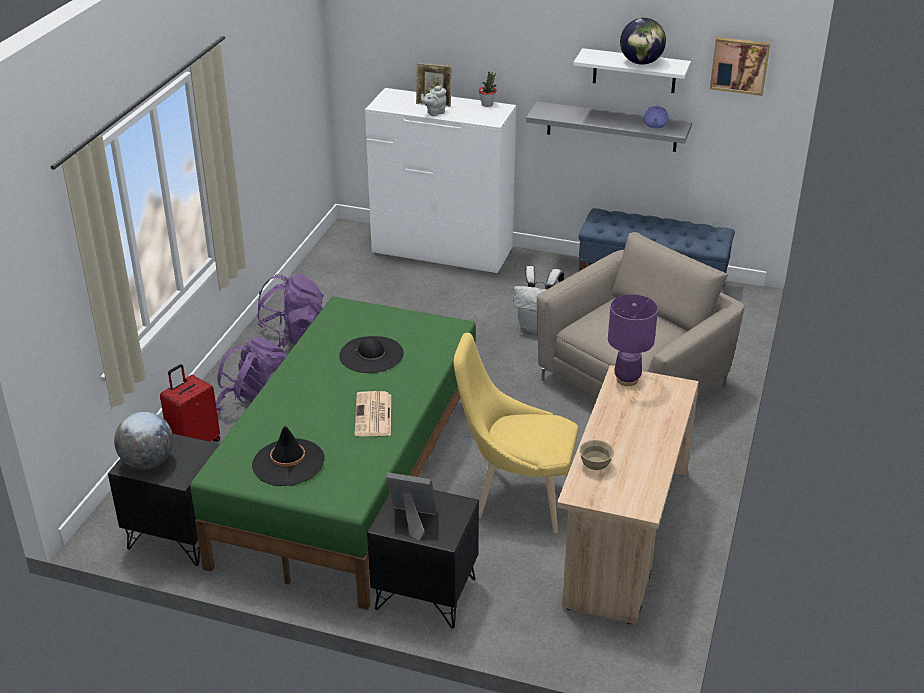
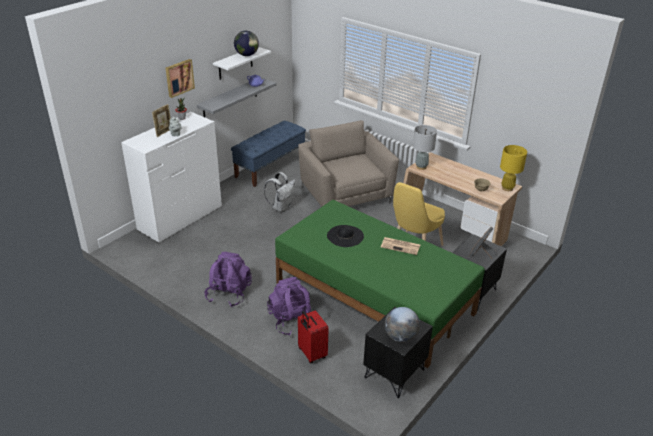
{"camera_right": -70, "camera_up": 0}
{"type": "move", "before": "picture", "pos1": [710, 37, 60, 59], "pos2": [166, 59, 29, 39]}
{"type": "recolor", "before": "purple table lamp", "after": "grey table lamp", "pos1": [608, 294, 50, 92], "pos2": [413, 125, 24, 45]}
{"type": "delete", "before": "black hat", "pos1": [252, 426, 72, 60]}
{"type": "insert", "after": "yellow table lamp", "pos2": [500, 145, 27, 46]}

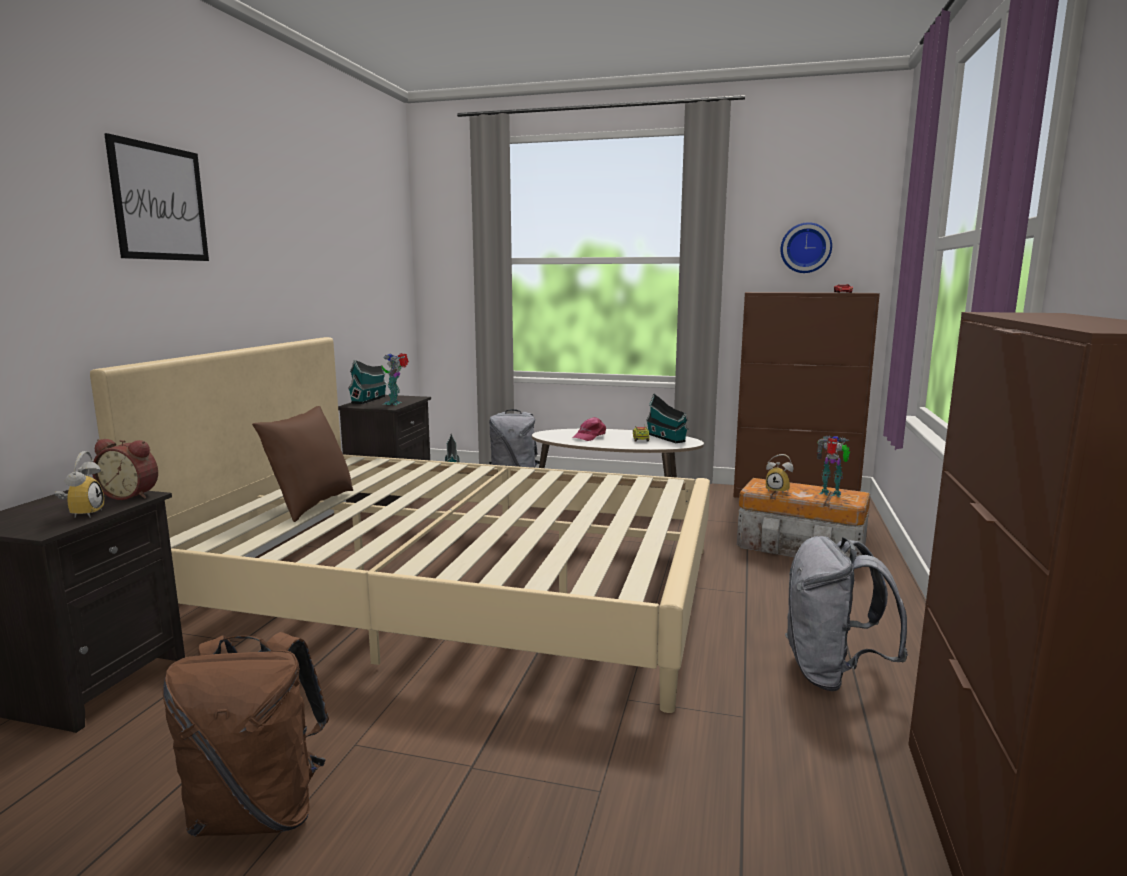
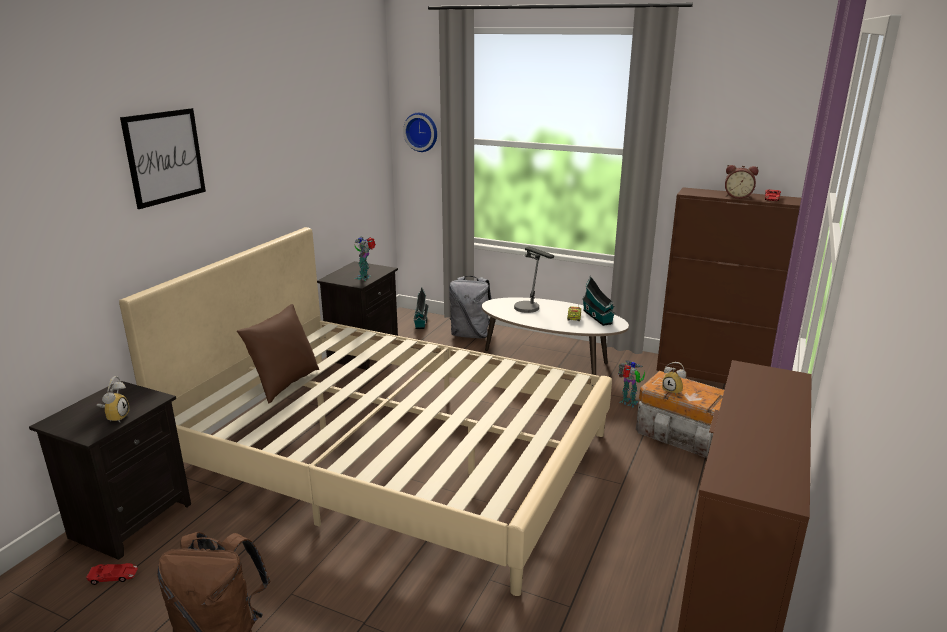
{"camera_right": 10, "camera_up": 10}
{"type": "move", "before": "wall clock", "pos1": [780, 222, 52, 51], "pos2": [403, 113, 34, 39]}
{"type": "delete", "before": "toy house", "pos1": [348, 359, 39, 45]}
{"type": "replace", "before": "pink cap", "after": "table lamp", "pos1": [572, 417, 34, 24], "pos2": [514, 247, 40, 66]}
{"type": "move", "before": "toy robot", "pos1": [817, 436, 33, 61], "pos2": [618, 360, 27, 48]}
{"type": "move", "before": "alarm clock", "pos1": [92, 439, 66, 61], "pos2": [725, 165, 33, 34]}
{"type": "delete", "before": "grey backpack", "pos1": [785, 536, 123, 155]}
{"type": "insert", "after": "red toy car", "pos2": [86, 563, 52, 22]}

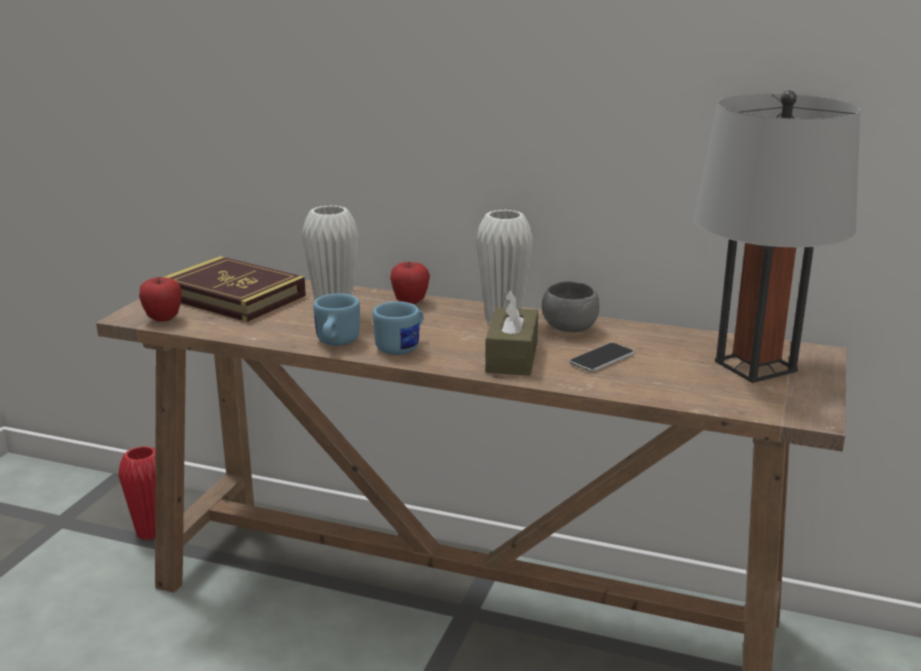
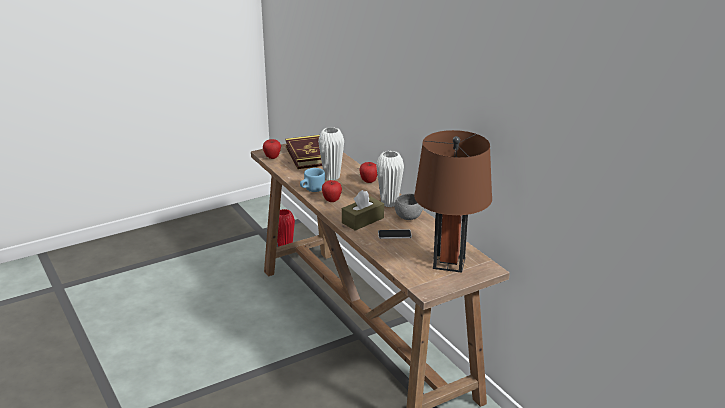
{"camera_right": 40, "camera_up": 5}
{"type": "recolor", "before": "grey table lamp", "after": "brown table lamp", "pos1": [693, 90, 167, 293], "pos2": [414, 130, 78, 143]}
{"type": "replace", "before": "blue mug", "after": "apple", "pos1": [373, 301, 51, 54], "pos2": [322, 180, 20, 22]}

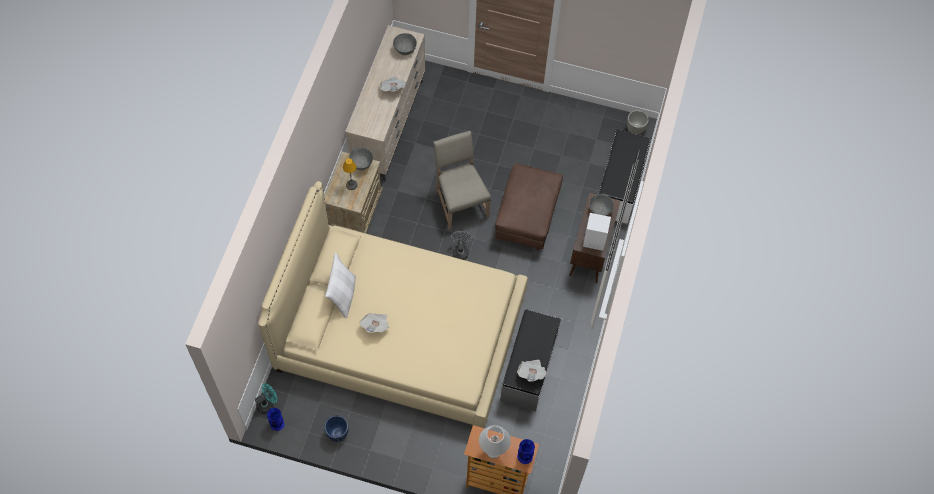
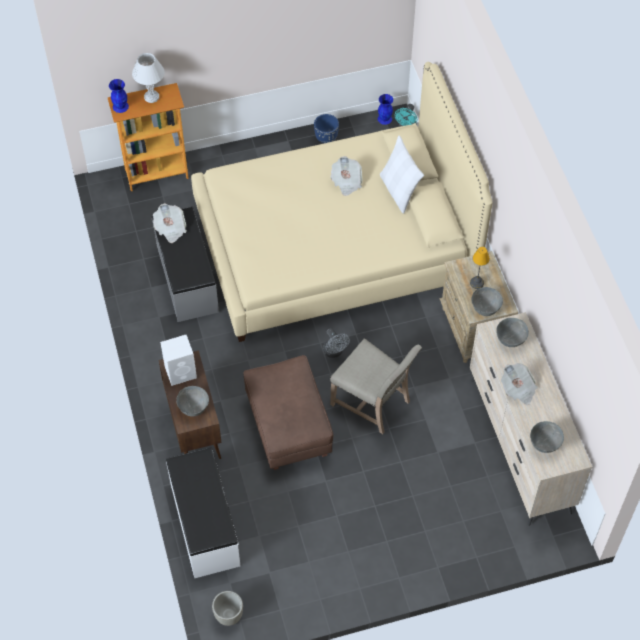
{"camera_right": 150, "camera_up": -5}
{"type": "insert", "after": "grey bowl", "pos2": [496, 318, 33, 29]}

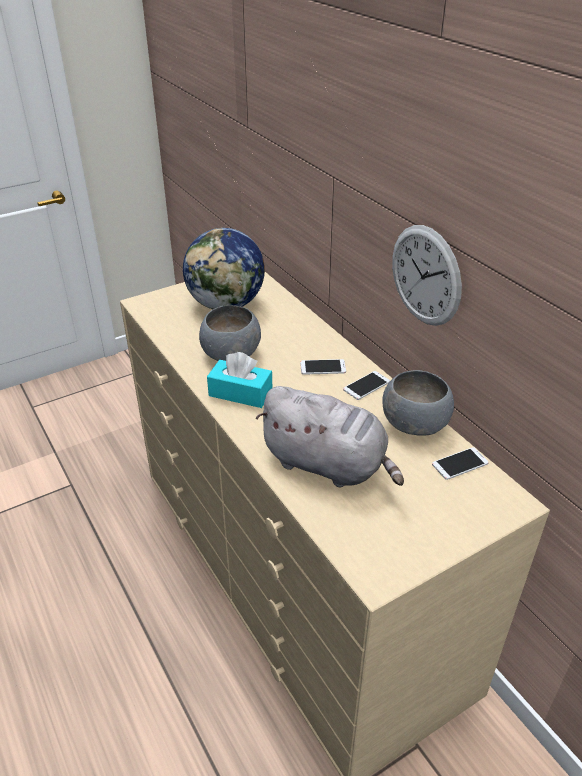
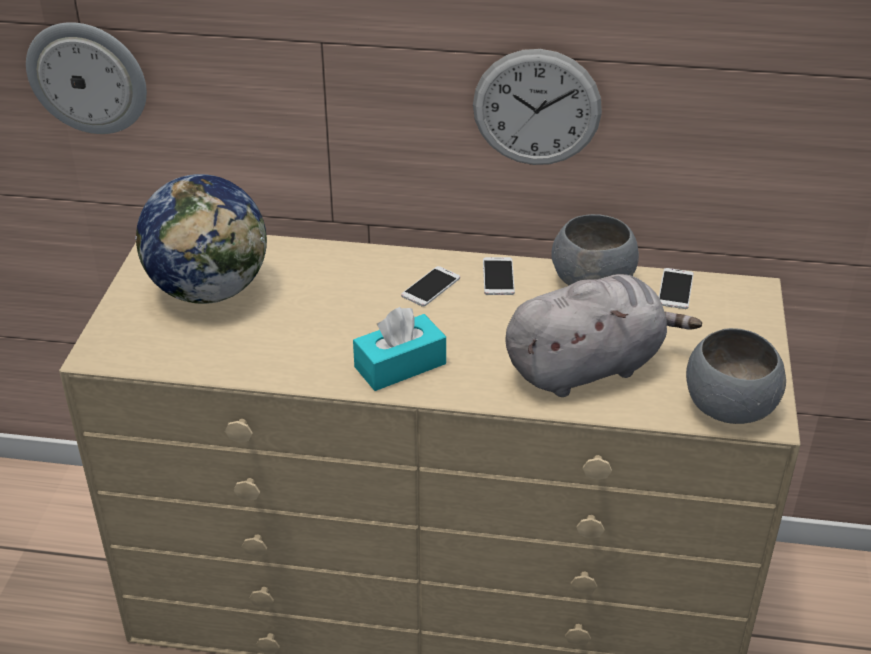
{"camera_right": -50, "camera_up": 0}
{"type": "move", "before": "grey bowl", "pos1": [199, 305, 62, 56], "pos2": [686, 328, 100, 96]}
{"type": "insert", "after": "wall clock", "pos2": [26, 22, 121, 112]}

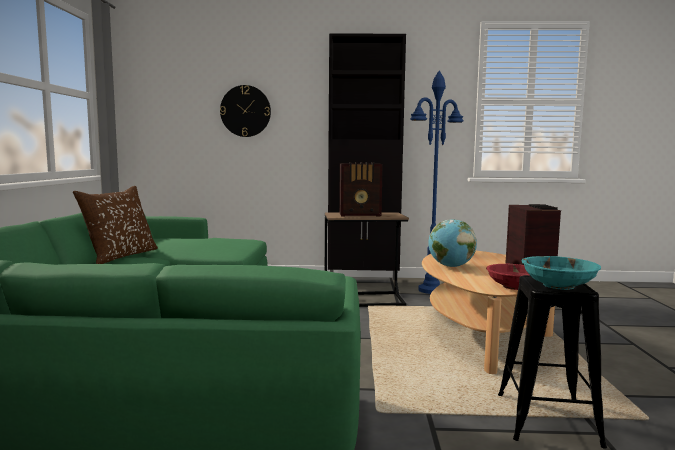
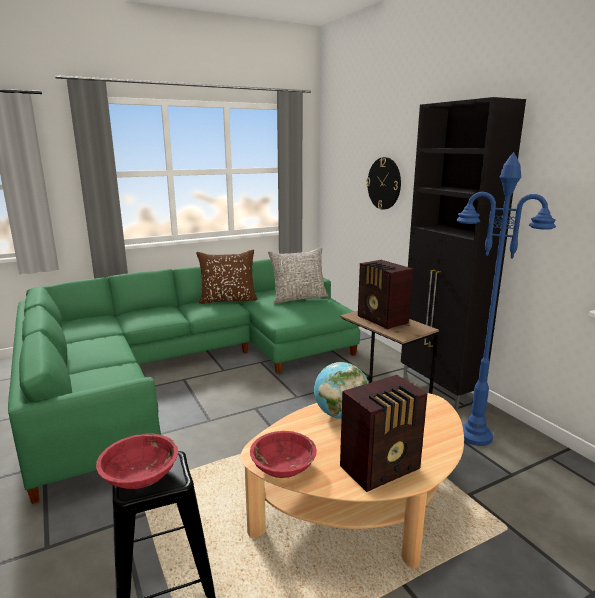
{"camera_right": 60, "camera_up": 10}
{"type": "recolor", "before": "turquoise bowl", "after": "red bowl", "pos1": [522, 256, 79, 34], "pos2": [96, 434, 82, 55]}
{"type": "insert", "after": "grey pillow", "pos2": [268, 247, 60, 56]}

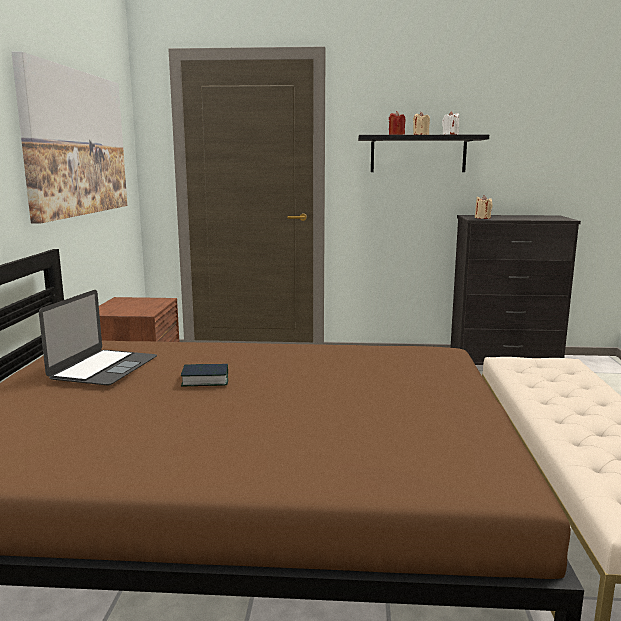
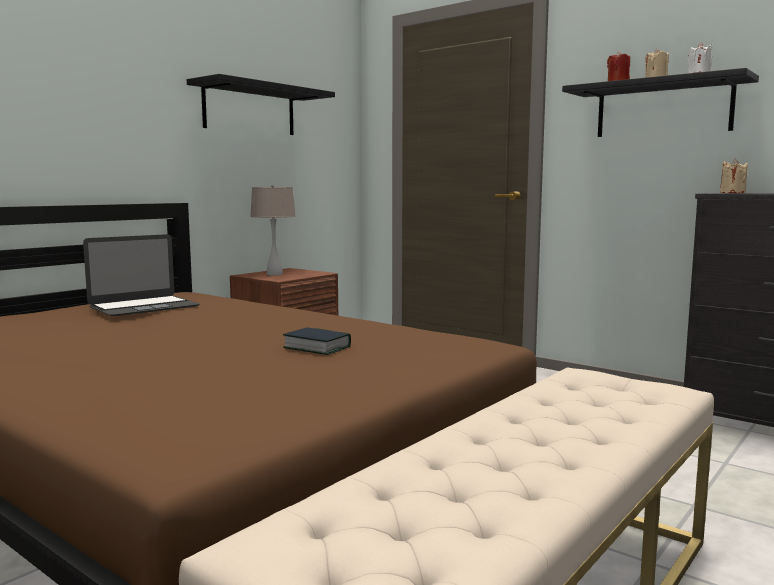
{"camera_right": 35, "camera_up": -5}
{"type": "replace", "before": "picture", "after": "black shelf", "pos1": [12, 51, 115, 173], "pos2": [187, 74, 148, 61]}
{"type": "move", "before": "book", "pos1": [181, 364, 47, 22], "pos2": [283, 327, 68, 28]}
{"type": "insert", "after": "beige table lamp", "pos2": [250, 185, 46, 90]}

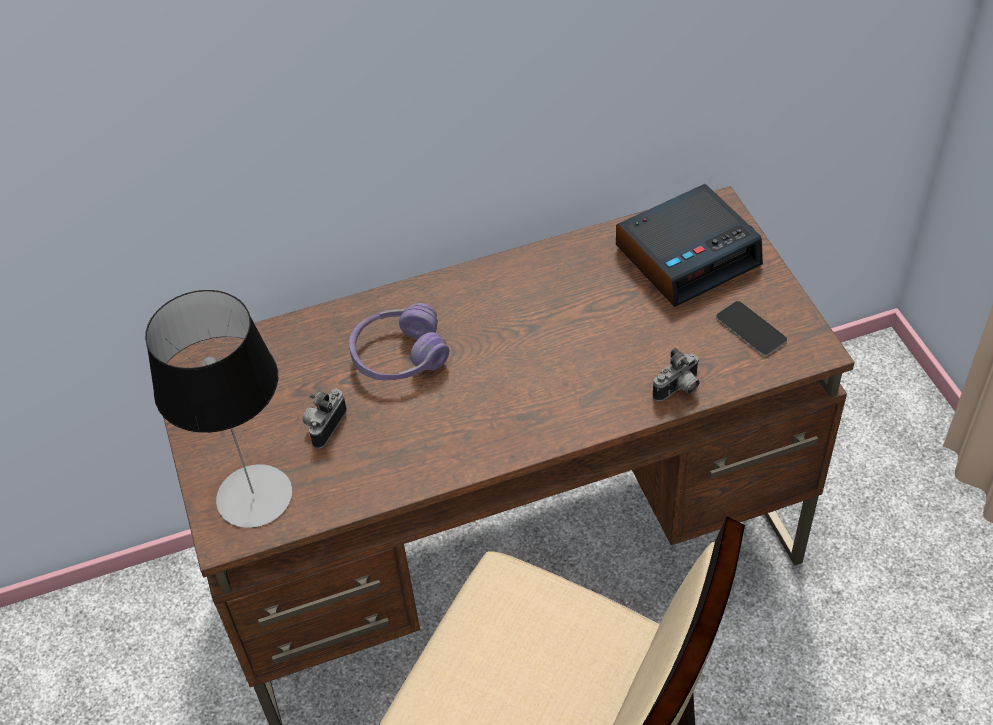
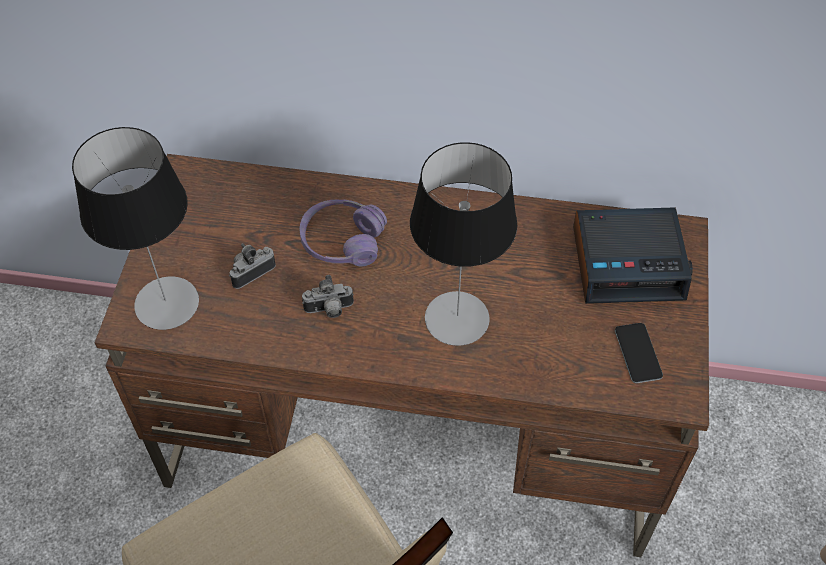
{"camera_right": 25, "camera_up": 5}
{"type": "move", "before": "photo camera", "pos1": [652, 348, 48, 53], "pos2": [302, 275, 52, 43]}
{"type": "insert", "after": "table lamp", "pos2": [410, 142, 107, 204]}

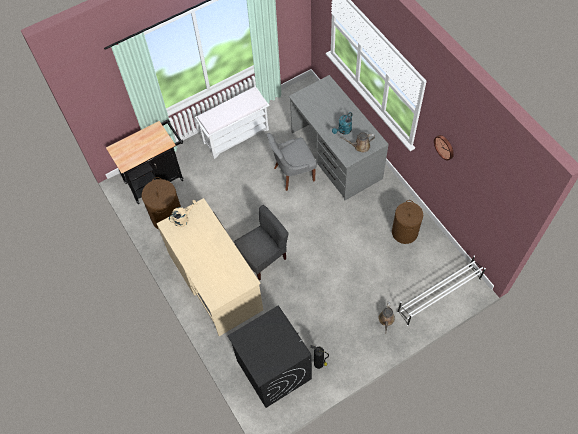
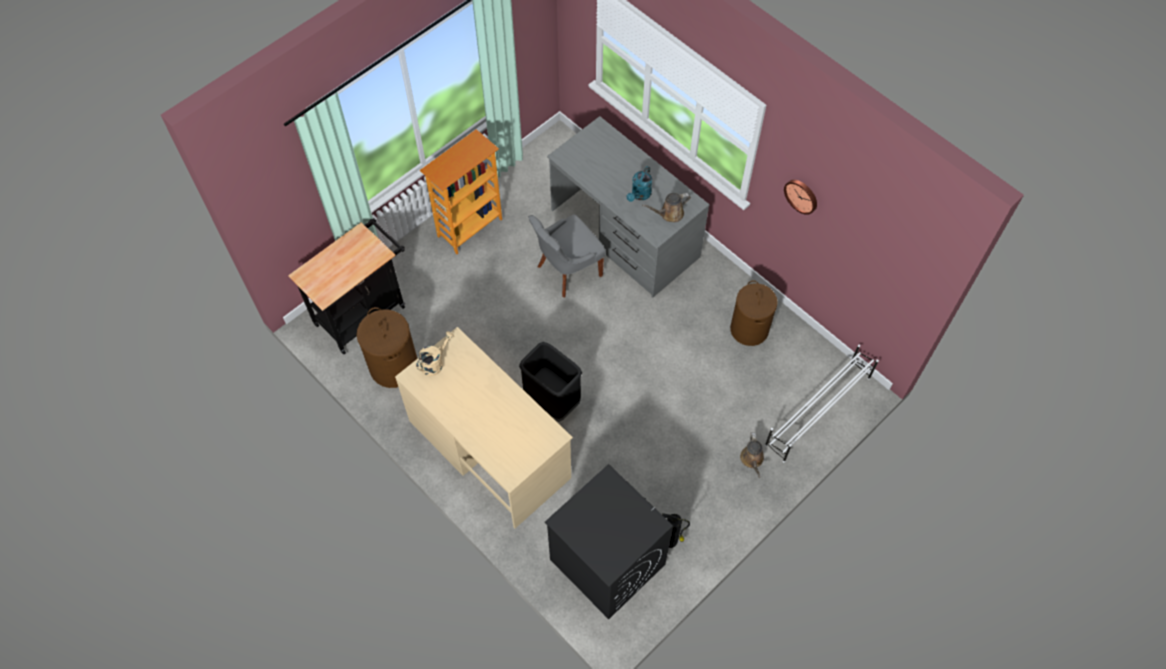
{"camera_right": -15, "camera_up": 0}
{"type": "replace", "before": "white bench", "after": "bookcase", "pos1": [195, 86, 75, 73], "pos2": [420, 129, 82, 125]}
{"type": "replace", "before": "grey chair", "after": "black trash can", "pos1": [234, 205, 55, 75], "pos2": [519, 342, 63, 80]}

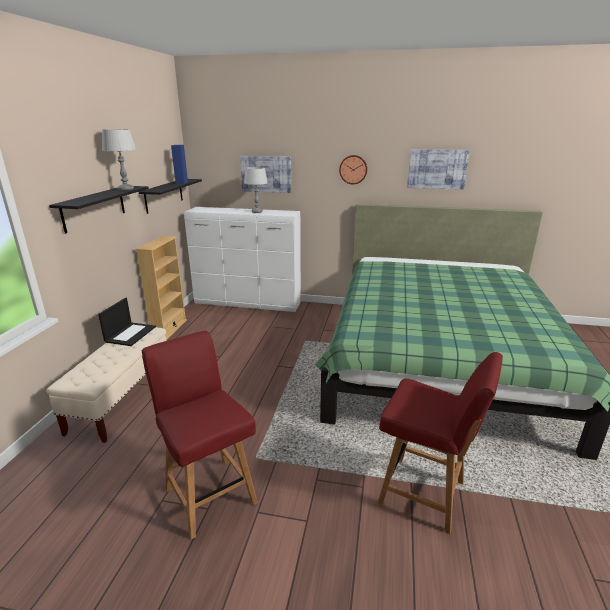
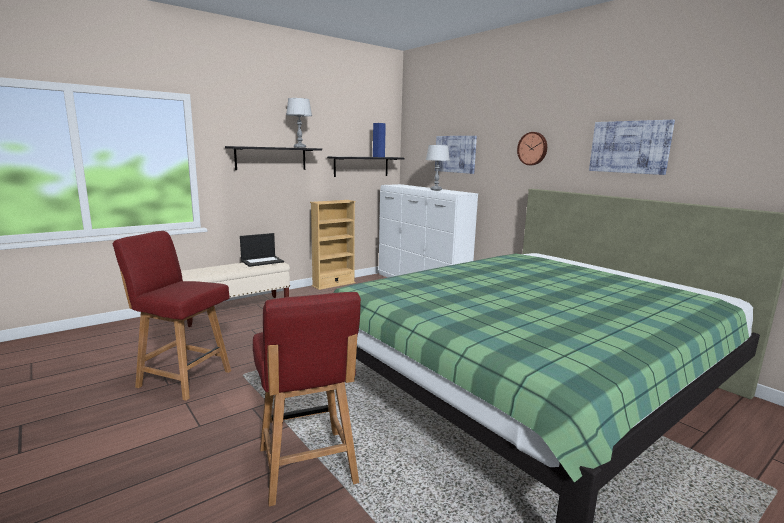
{"camera_right": 40, "camera_up": -10}
{"type": "rotate", "before": "red chair", "pos1": [142, 331, 116, 209], "pos2": [113, 231, 118, 170], "turn": -75}

